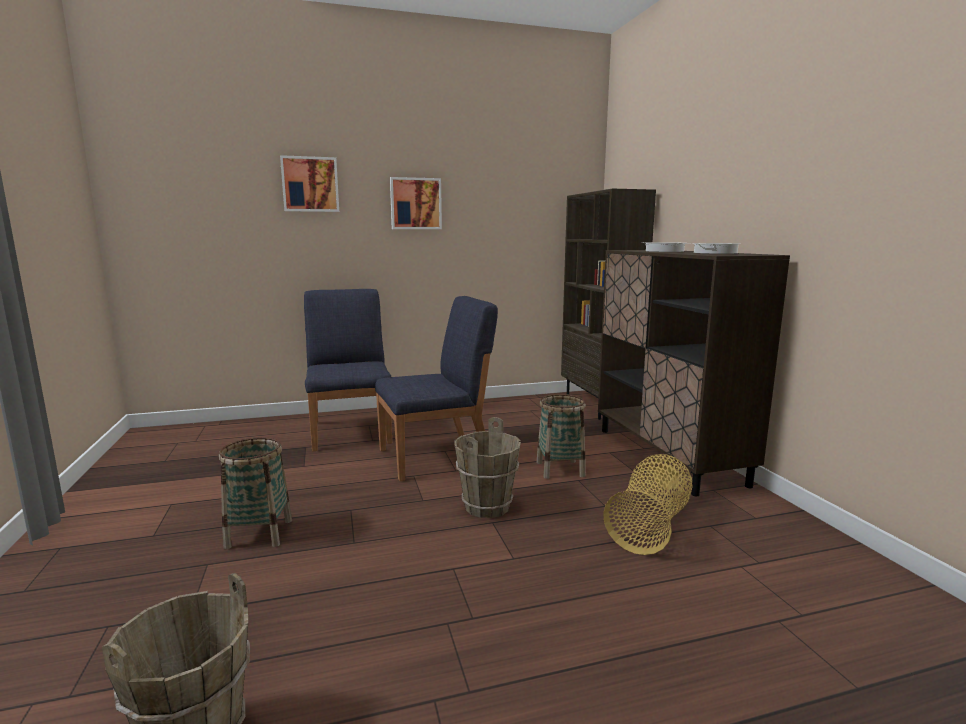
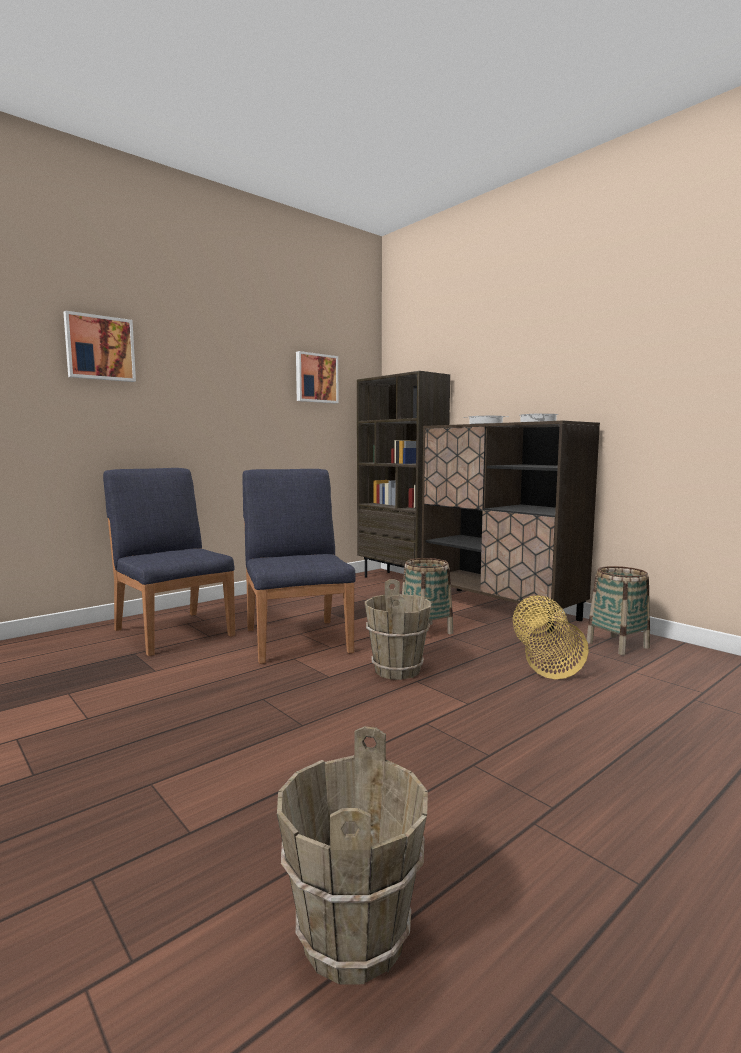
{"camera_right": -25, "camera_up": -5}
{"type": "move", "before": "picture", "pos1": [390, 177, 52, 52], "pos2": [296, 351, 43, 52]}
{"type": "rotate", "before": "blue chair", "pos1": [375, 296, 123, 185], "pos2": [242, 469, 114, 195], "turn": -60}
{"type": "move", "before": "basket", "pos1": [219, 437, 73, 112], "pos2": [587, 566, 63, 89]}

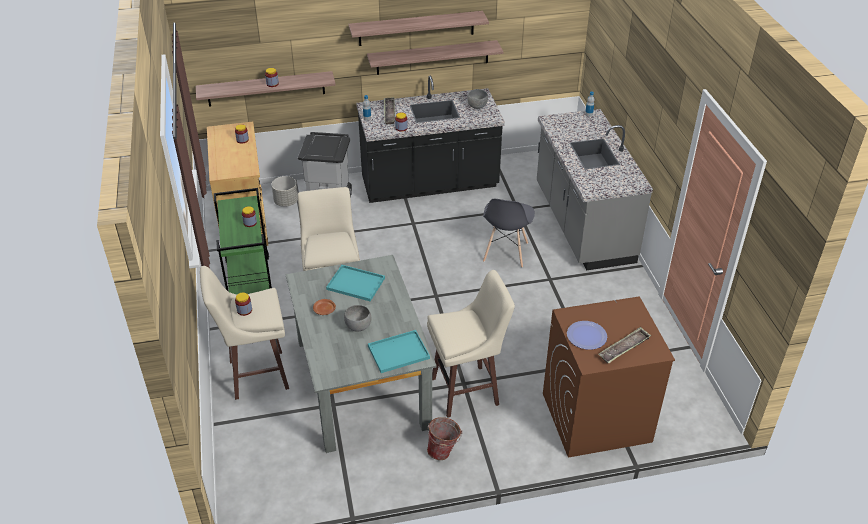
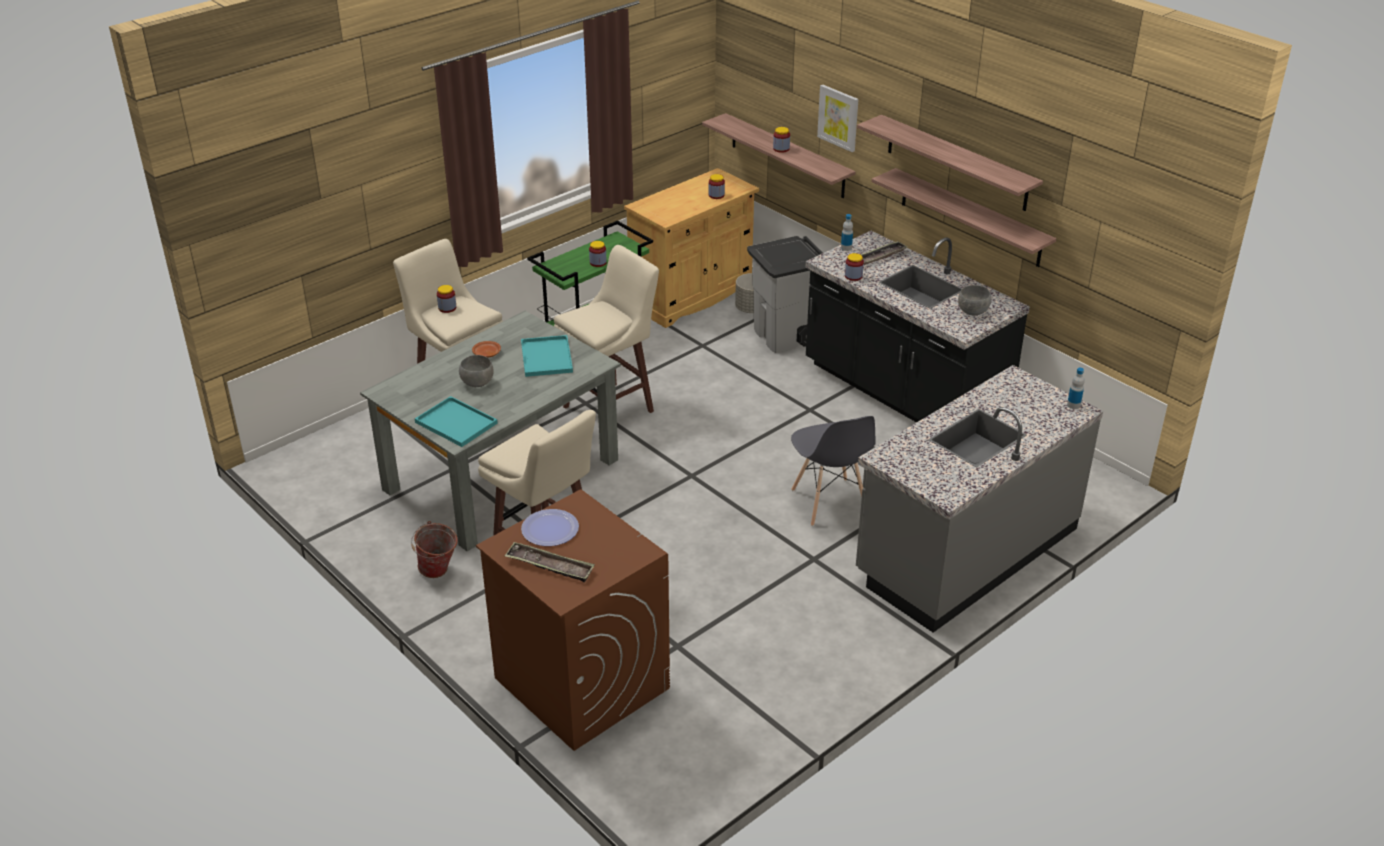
{"camera_right": 60, "camera_up": -5}
{"type": "rotate", "before": "grey chair", "pos1": [483, 199, 52, 69], "pos2": [791, 416, 85, 110], "turn": -90}
{"type": "insert", "after": "picture", "pos2": [817, 85, 42, 67]}

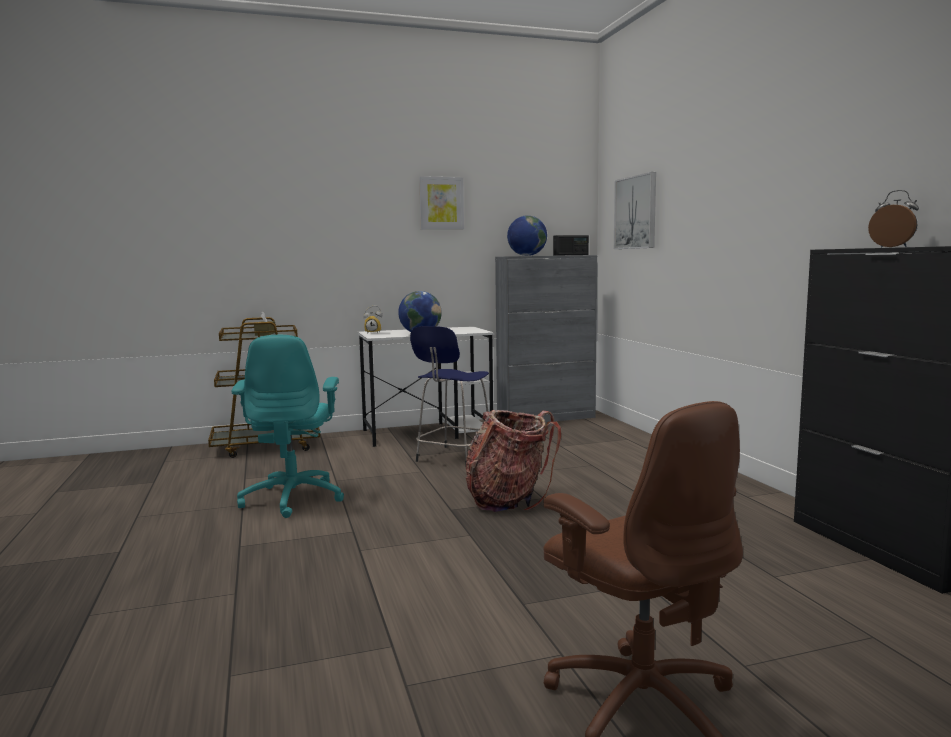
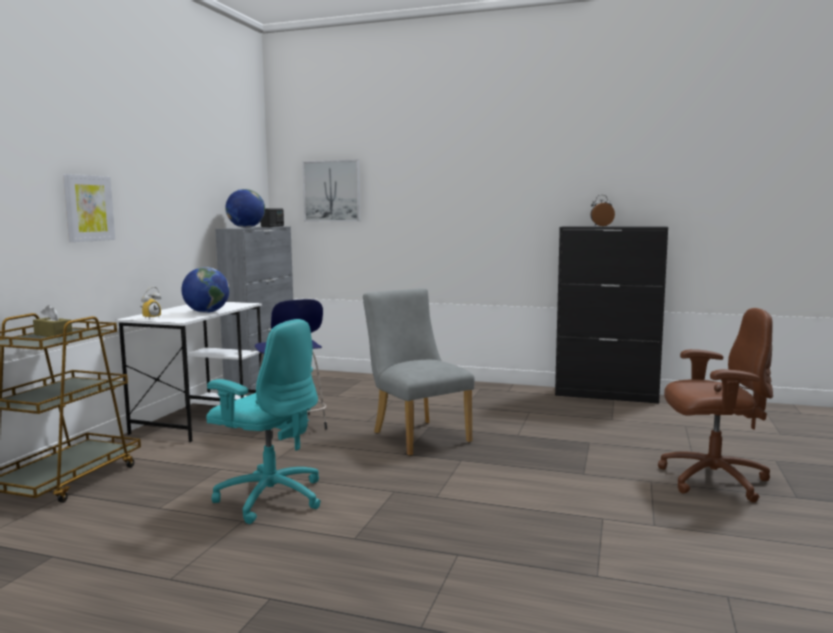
{"camera_right": -55, "camera_up": 0}
{"type": "move", "before": "picture", "pos1": [419, 176, 45, 54], "pos2": [63, 174, 52, 68]}
{"type": "replace", "before": "backpack", "after": "grey chair", "pos1": [466, 410, 95, 102], "pos2": [363, 288, 112, 168]}

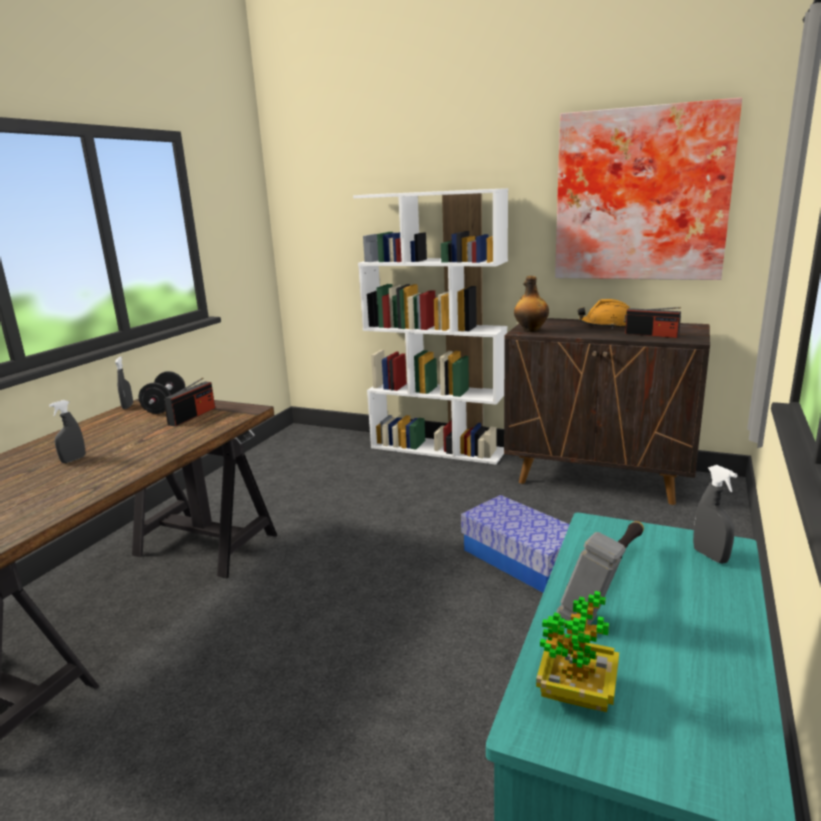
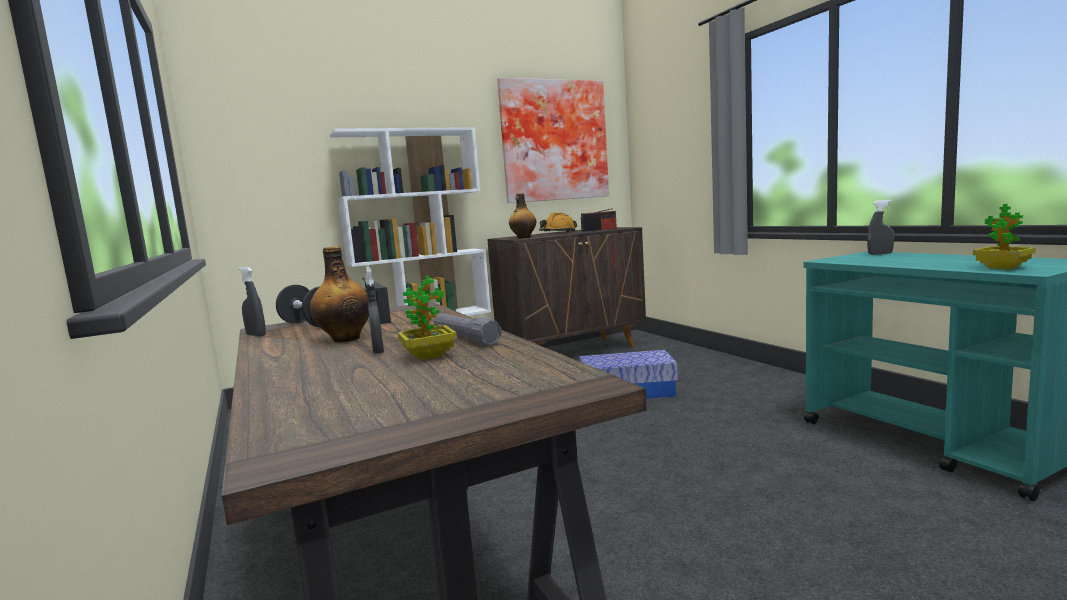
{"camera_right": -50, "camera_up": -10}
{"type": "delete", "before": "hammer", "pos1": [556, 521, 88, 104]}
{"type": "insert", "after": "bottle", "pos2": [310, 246, 59, 96]}
{"type": "insert", "after": "potted plant", "pos2": [398, 276, 59, 84]}
{"type": "insert", "after": "grey flashlight", "pos2": [434, 313, 68, 33]}

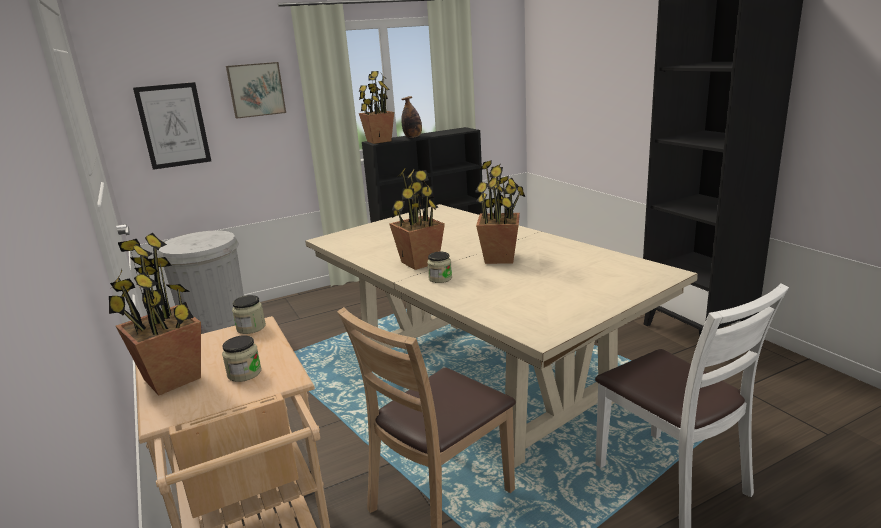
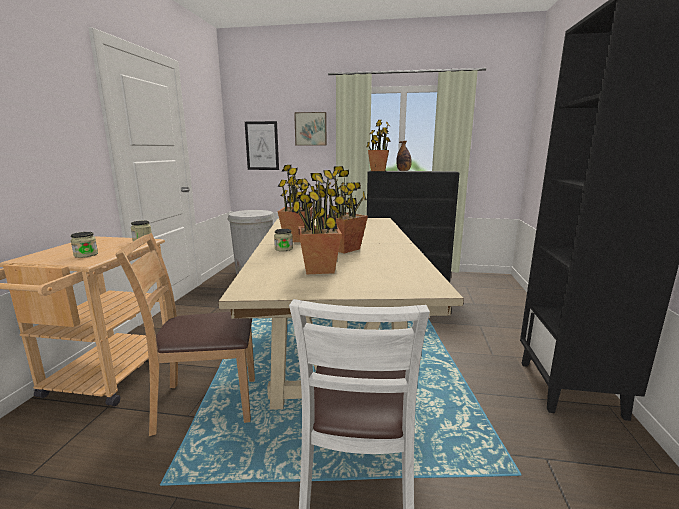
{"camera_right": 35, "camera_up": -5}
{"type": "move", "before": "potted plant", "pos1": [109, 233, 92, 162], "pos2": [292, 170, 50, 104]}

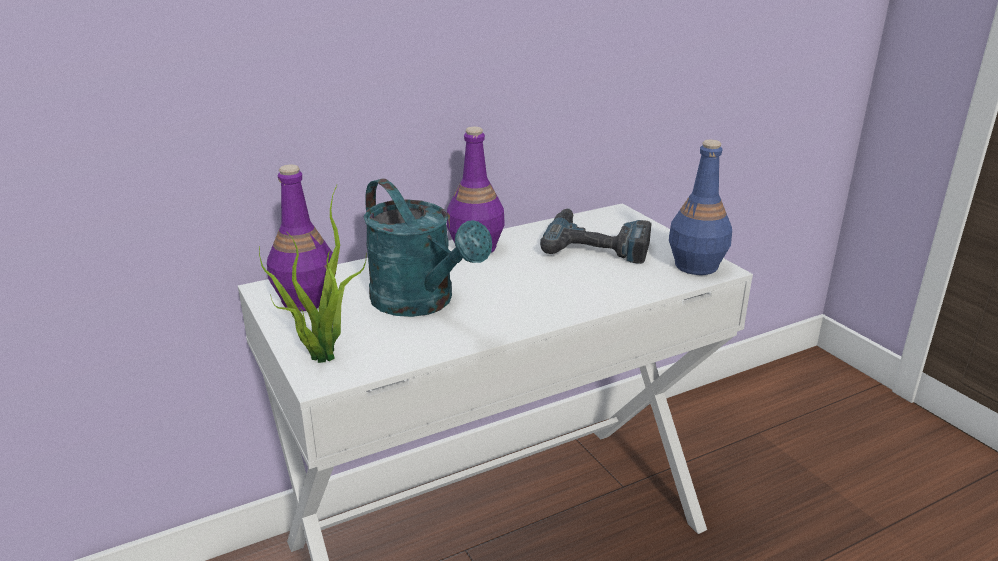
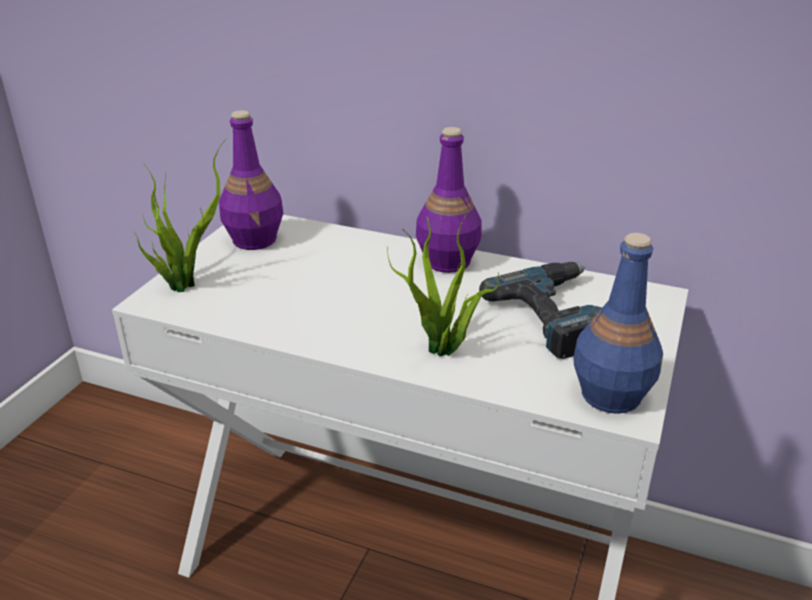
{"camera_right": 50, "camera_up": 5}
{"type": "delete", "before": "turquoise watering can", "pos1": [364, 178, 128, 139]}
{"type": "insert", "after": "potted plant", "pos2": [387, 214, 112, 142]}

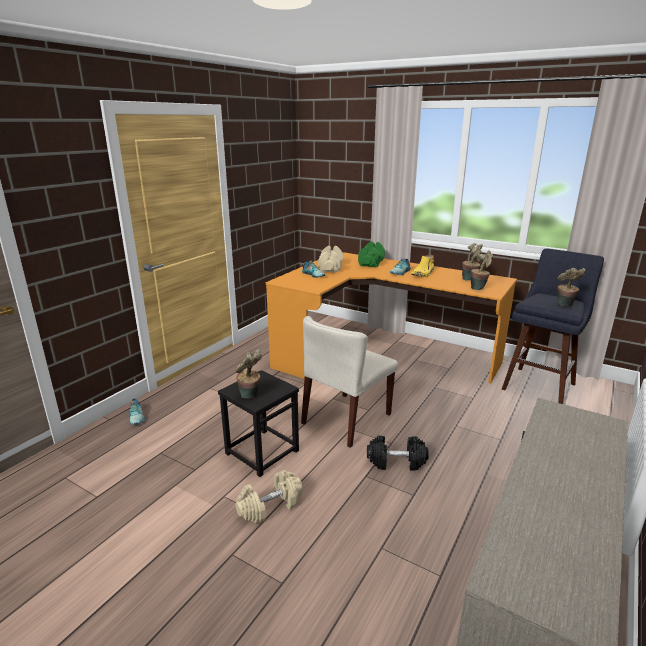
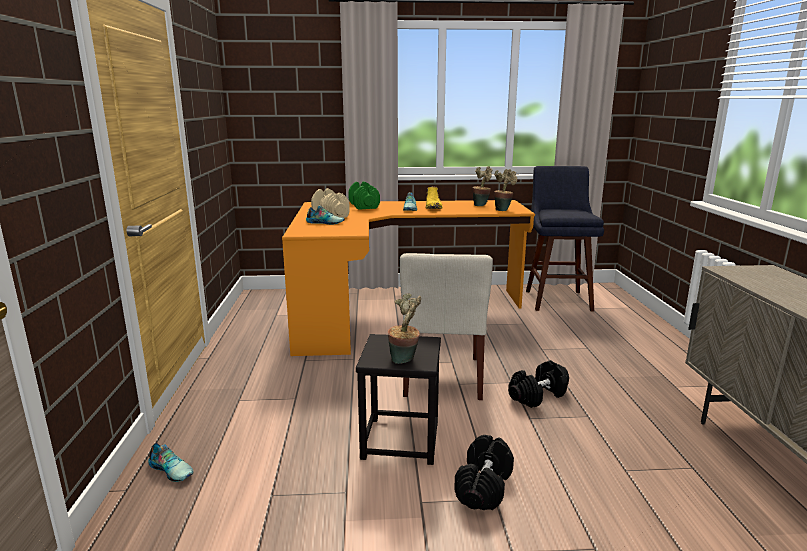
{"camera_right": -35, "camera_up": -5}
{"type": "delete", "before": "potted plant", "pos1": [558, 268, 28, 38]}
{"type": "recolor", "before": "beige dumbbell", "after": "black dumbbell", "pos1": [235, 470, 68, 53], "pos2": [455, 435, 59, 75]}

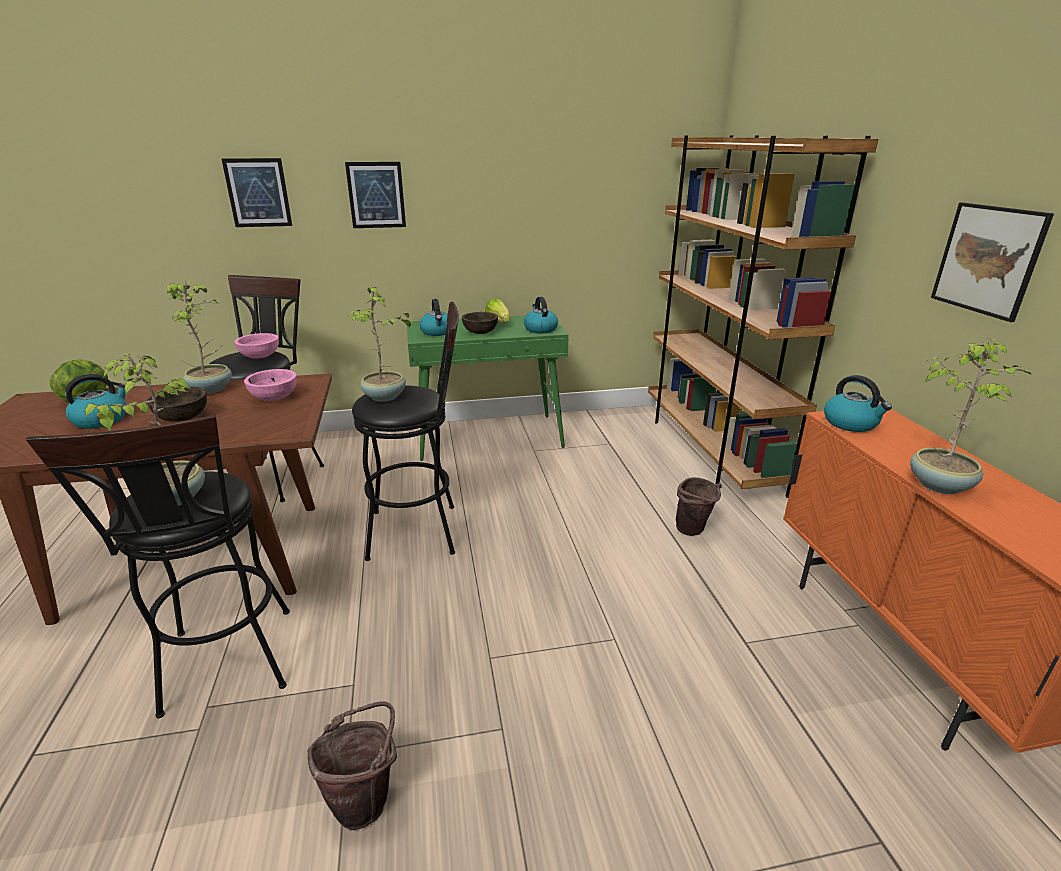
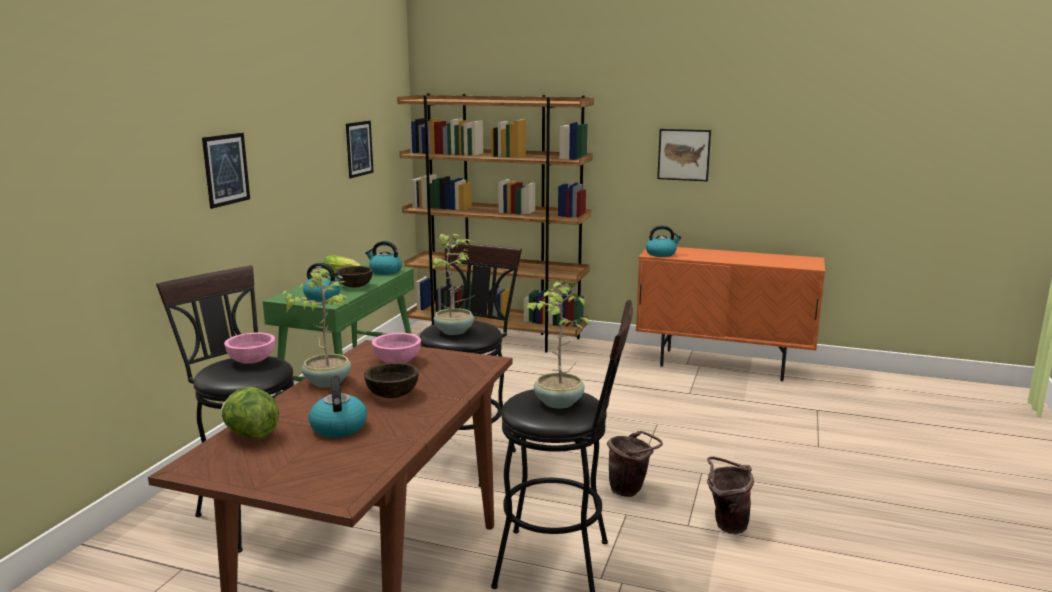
{"camera_right": -60, "camera_up": -10}
{"type": "move", "before": "picture", "pos1": [222, 158, 70, 69], "pos2": [346, 121, 28, 57]}
{"type": "delete", "before": "potted plant", "pos1": [910, 338, 121, 156]}
{"type": "move", "before": "brown bucket", "pos1": [676, 477, 46, 59], "pos2": [607, 431, 56, 66]}

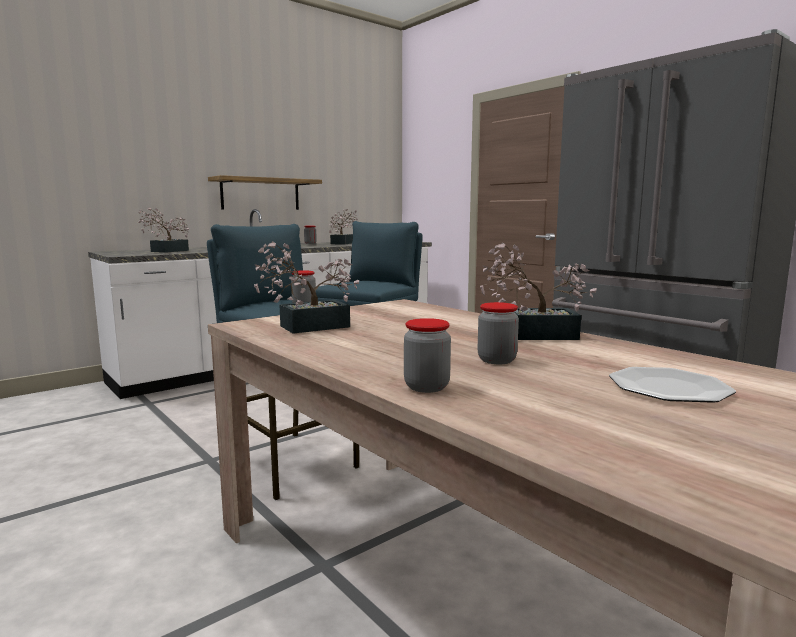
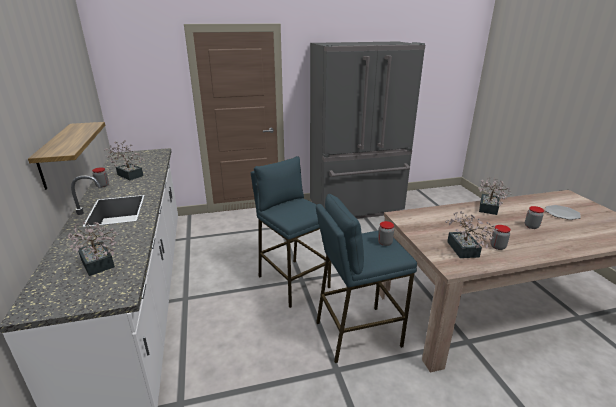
{"camera_right": -65, "camera_up": 15}
{"type": "move", "before": "jar", "pos1": [404, 318, 47, 75], "pos2": [490, 225, 21, 25]}

